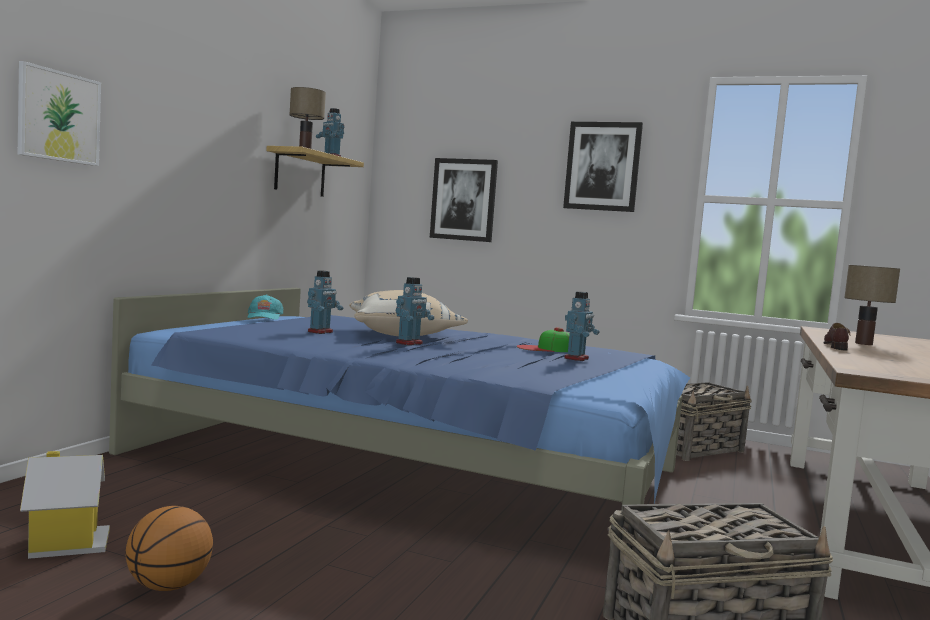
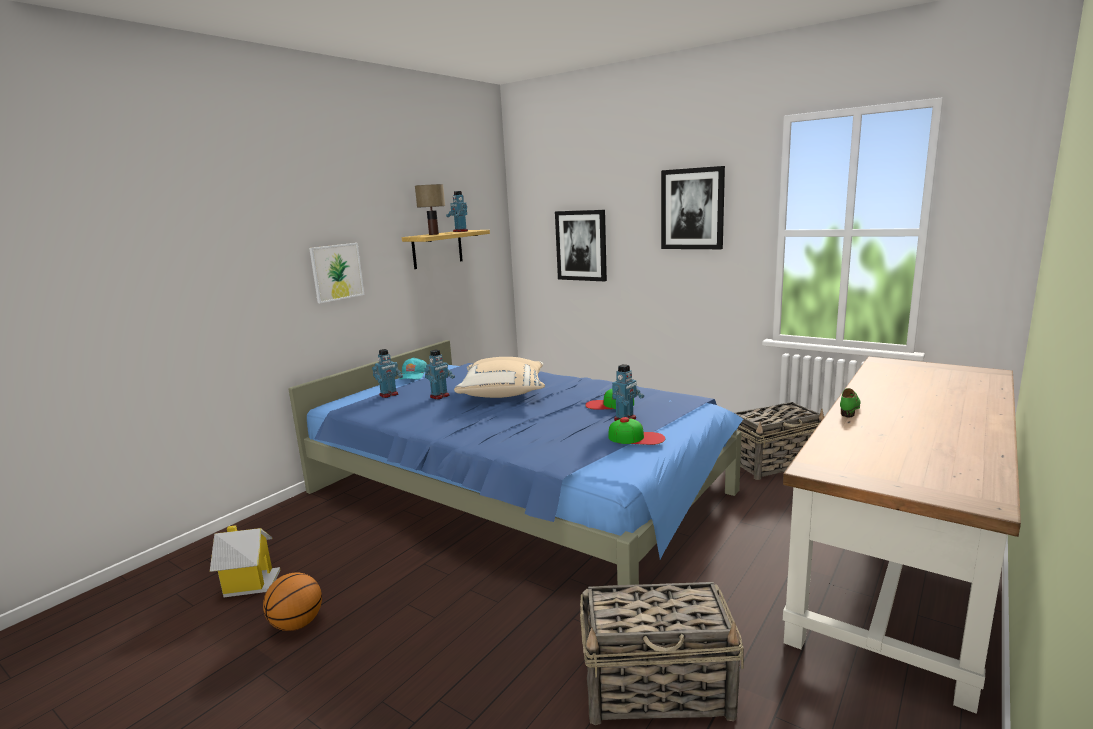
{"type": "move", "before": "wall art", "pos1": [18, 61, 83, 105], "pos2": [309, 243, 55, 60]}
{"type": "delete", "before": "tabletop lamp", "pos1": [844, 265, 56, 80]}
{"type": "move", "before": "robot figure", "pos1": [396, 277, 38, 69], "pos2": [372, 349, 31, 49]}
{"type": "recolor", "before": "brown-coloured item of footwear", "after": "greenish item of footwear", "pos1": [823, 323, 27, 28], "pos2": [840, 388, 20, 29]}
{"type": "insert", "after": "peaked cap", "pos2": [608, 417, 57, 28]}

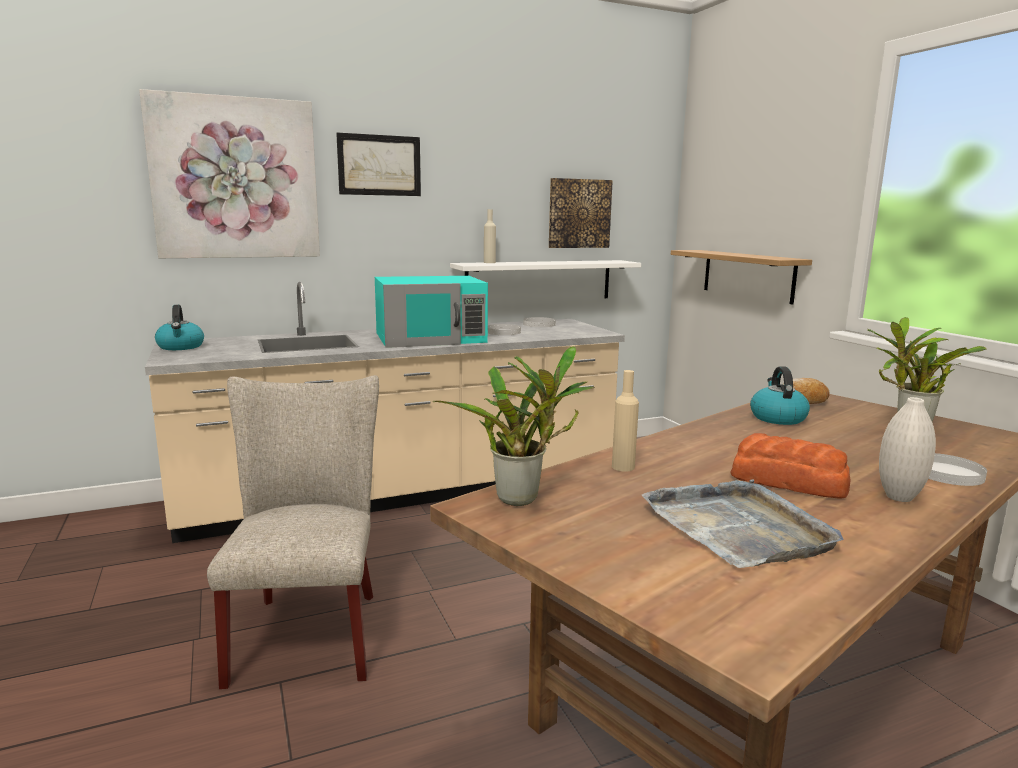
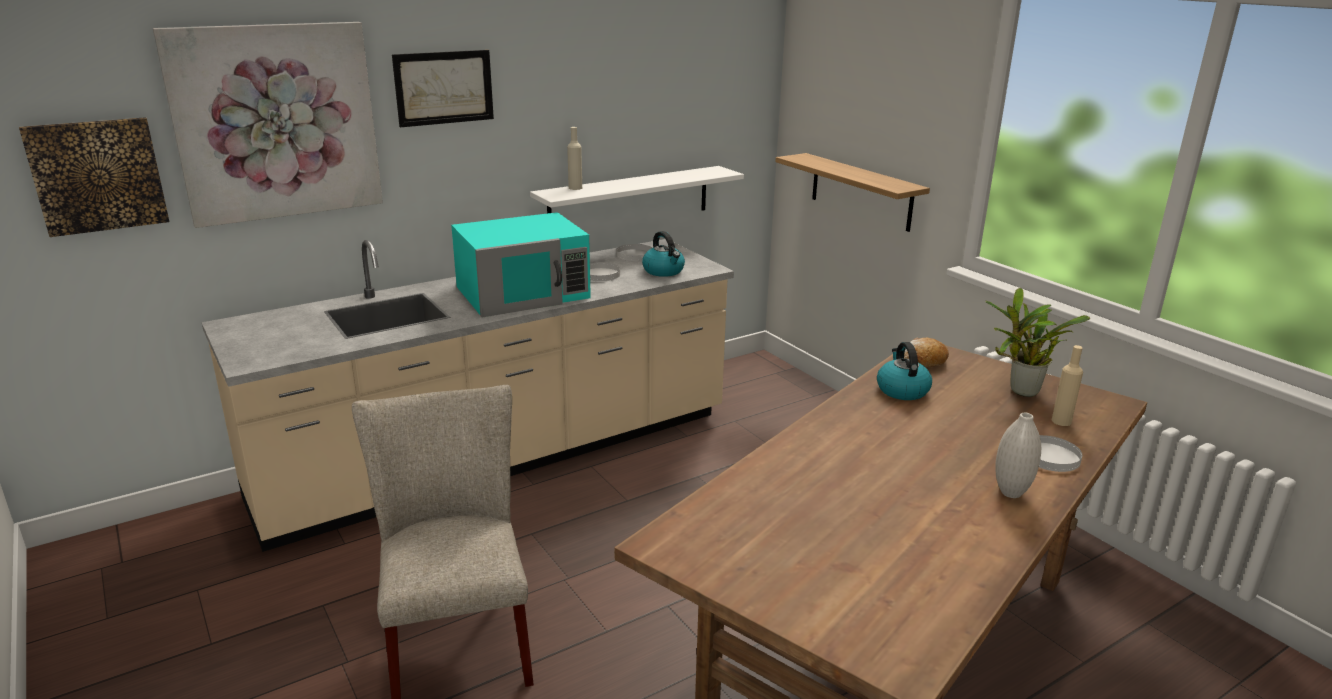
{"type": "move", "before": "wall art", "pos1": [549, 178, 64, 70], "pos2": [19, 117, 151, 120]}
{"type": "move", "before": "tea kettle", "pos1": [155, 305, 49, 45], "pos2": [642, 231, 43, 46]}
{"type": "delete", "before": "houseplant", "pos1": [433, 346, 162, 160]}
{"type": "move", "before": "beige-coloured bottle", "pos1": [612, 370, 27, 102], "pos2": [1052, 345, 31, 81]}
{"type": "delete", "before": "bread", "pos1": [730, 433, 121, 66]}
{"type": "delete", "before": "greyish serving tray", "pos1": [642, 479, 201, 89]}

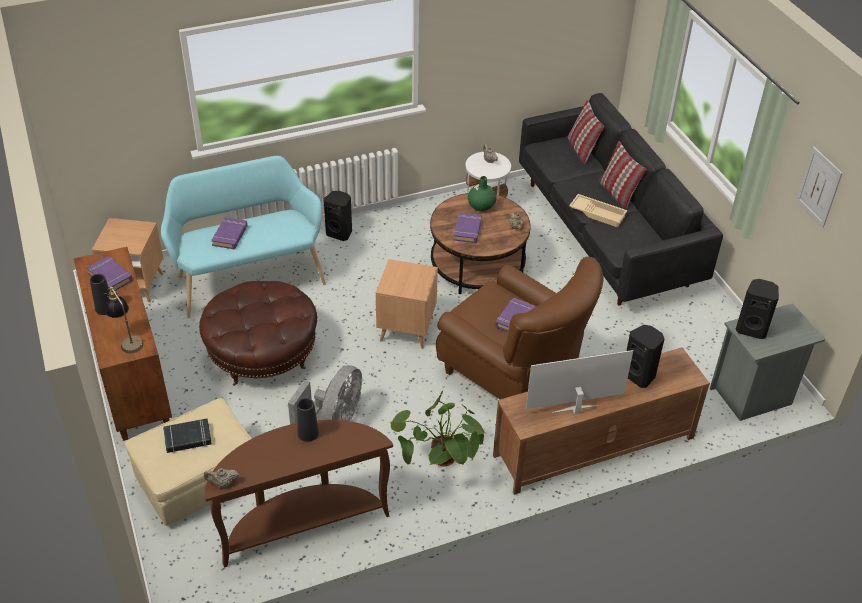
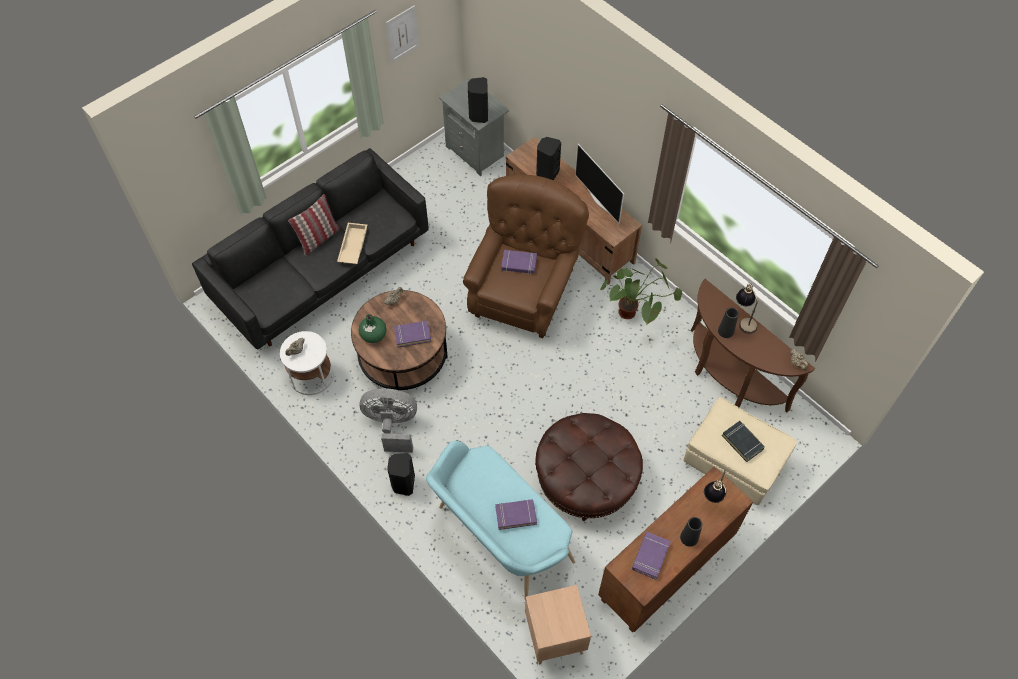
{"type": "delete", "before": "pillow", "pos1": [567, 99, 37, 66]}
{"type": "delete", "before": "brown-coloured end table", "pos1": [376, 259, 62, 90]}
{"type": "move", "before": "greyish cooling fan", "pos1": [288, 365, 74, 59], "pos2": [359, 388, 58, 65]}
{"type": "insert", "after": "tabletop lamp", "pos2": [736, 283, 22, 51]}

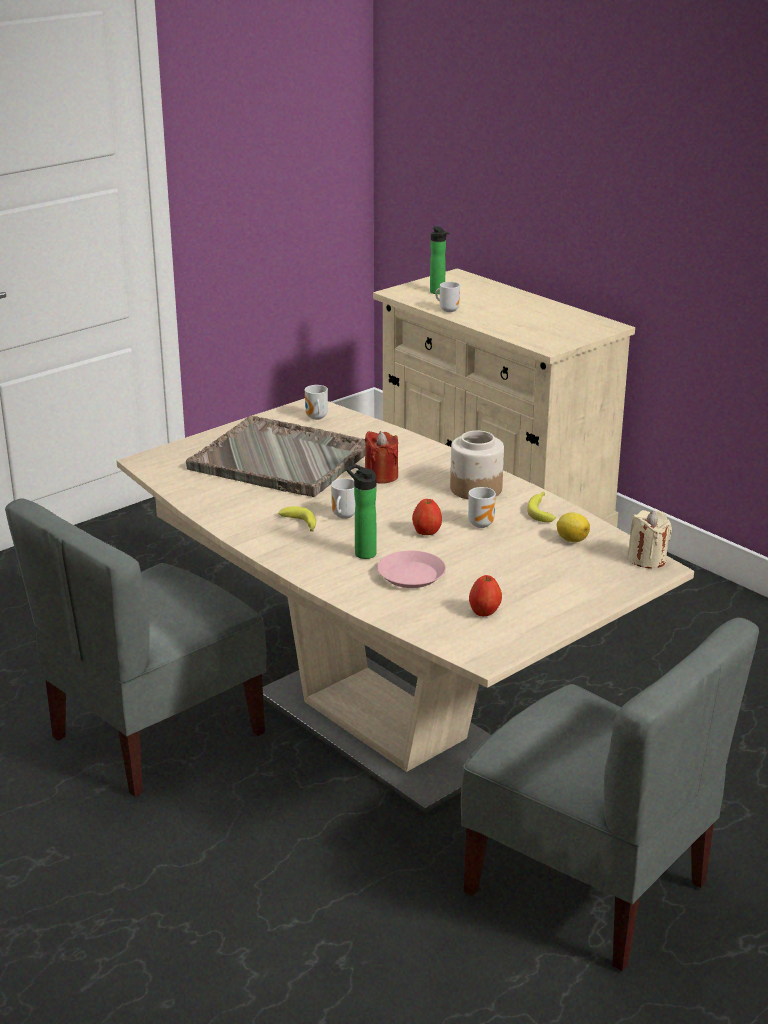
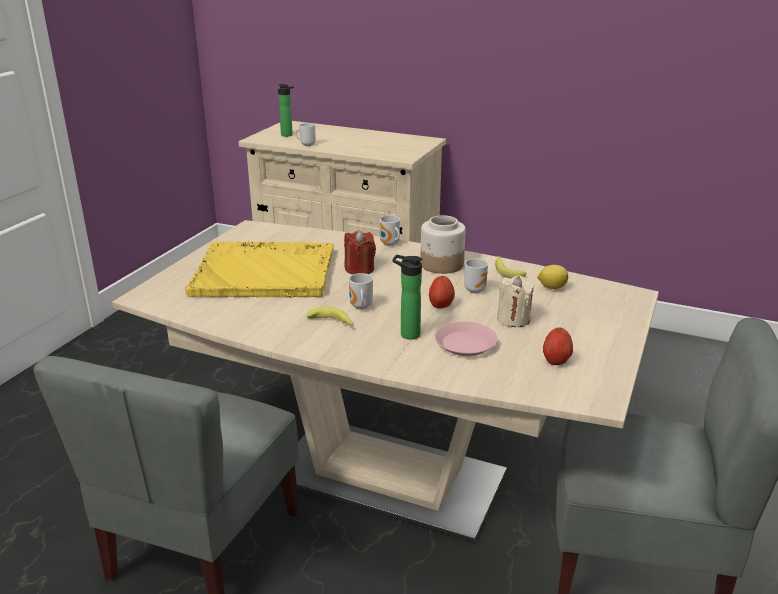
{"type": "move", "before": "mug", "pos1": [305, 385, 23, 35], "pos2": [380, 215, 20, 31]}
{"type": "recolor", "before": "greyish serving tray", "after": "yellow-coloured serving tray", "pos1": [186, 416, 180, 81], "pos2": [185, 241, 149, 57]}
{"type": "move", "before": "beige-coloured candle", "pos1": [627, 510, 45, 58], "pos2": [497, 276, 37, 51]}

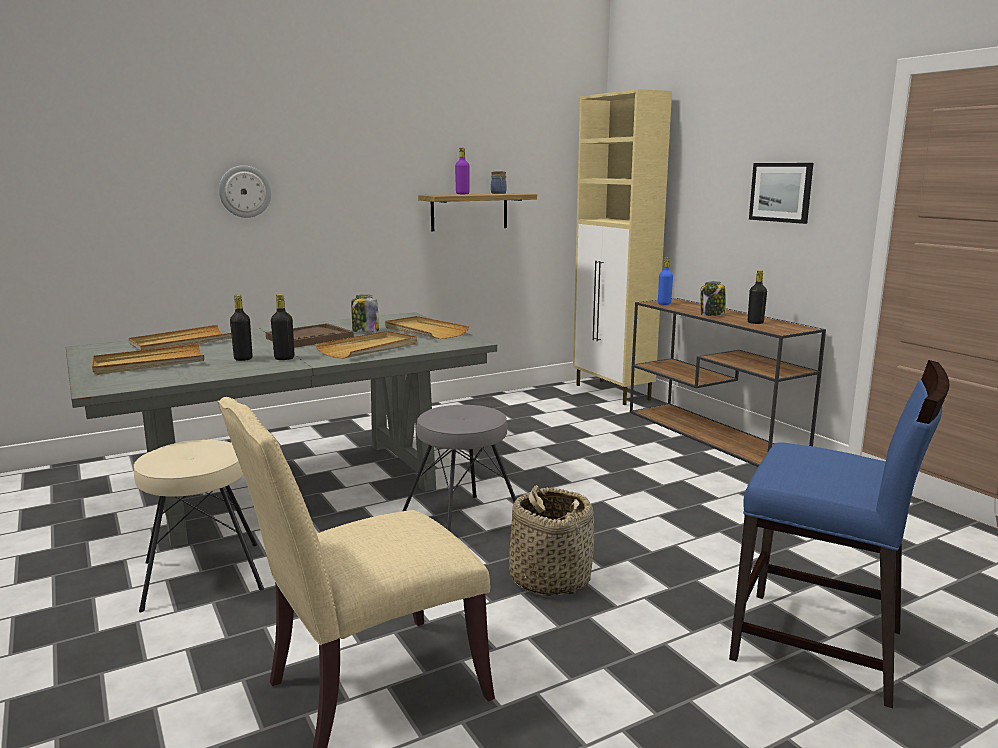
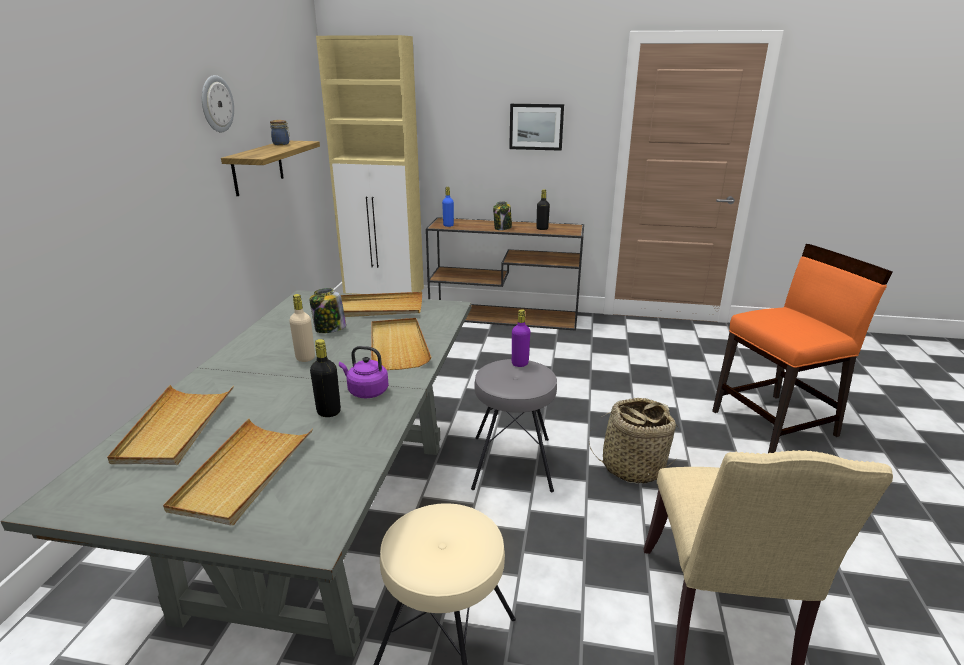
{"type": "move", "before": "purplish bottle", "pos1": [455, 148, 15, 46], "pos2": [512, 309, 18, 58]}
{"type": "move", "before": "hanging clock", "pos1": [219, 165, 52, 53], "pos2": [202, 75, 32, 57]}
{"type": "replace", "before": "blackish bottle", "after": "purplish tea kettle", "pos1": [271, 294, 24, 66], "pos2": [339, 346, 50, 52]}
{"type": "replace", "before": "brown-coloured serving tray", "after": "beige-coloured bottle", "pos1": [266, 323, 88, 25], "pos2": [289, 294, 26, 68]}
{"type": "recolor", "before": "blue upright chair", "after": "orange upright chair", "pos1": [729, 360, 220, 348], "pos2": [712, 244, 180, 209]}

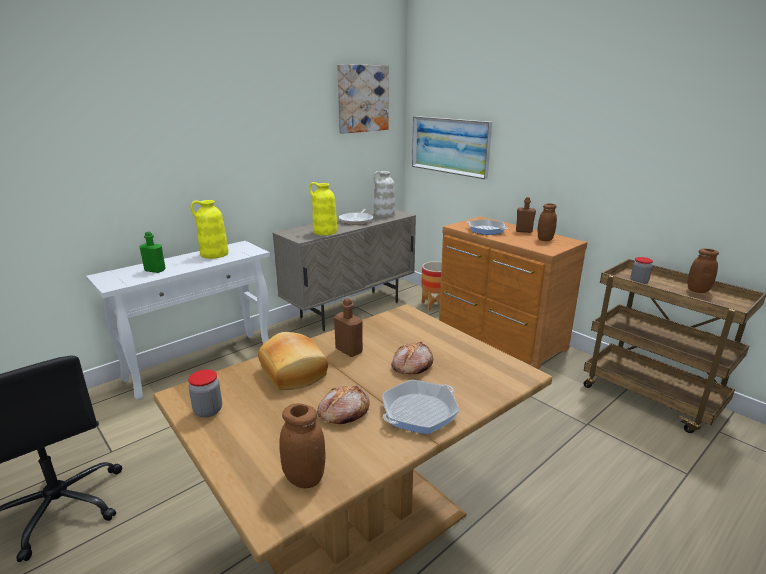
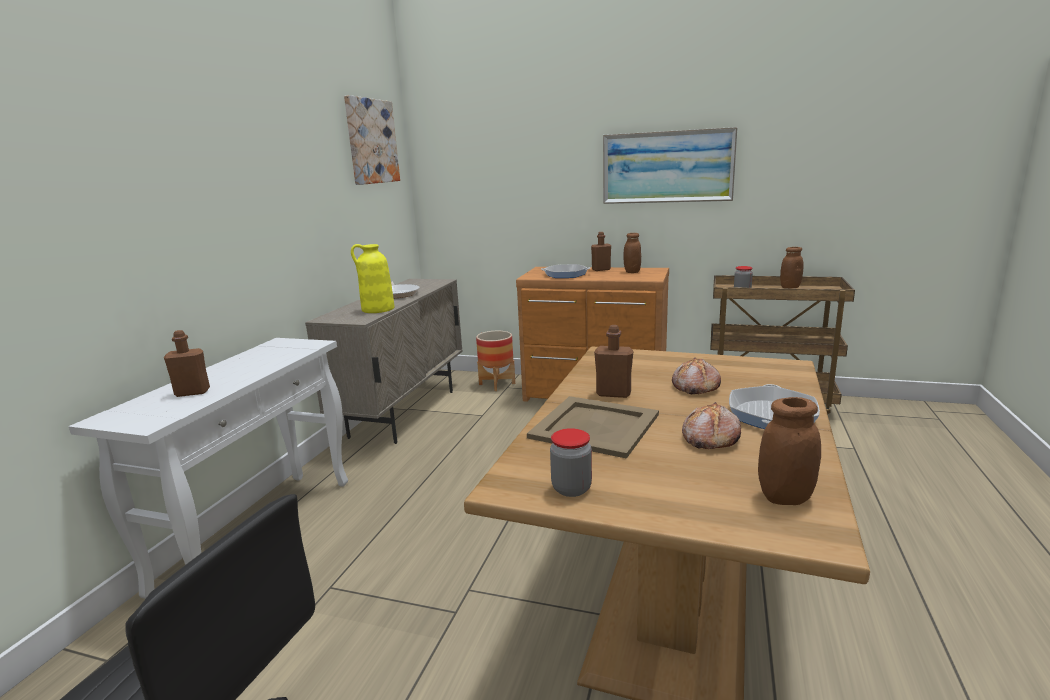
{"type": "move", "before": "wall art", "pos1": [412, 116, 80, 63], "pos2": [603, 127, 134, 77]}
{"type": "delete", "before": "whitish vase", "pos1": [373, 171, 22, 47]}
{"type": "delete", "before": "yellow-coloured vase", "pos1": [190, 200, 39, 59]}
{"type": "recolor", "before": "greenish bottle", "after": "brown-coloured bottle", "pos1": [140, 232, 26, 41], "pos2": [164, 330, 46, 67]}
{"type": "replace", "before": "bread", "after": "beige-coloured serving tray", "pos1": [258, 332, 70, 58], "pos2": [527, 396, 132, 63]}

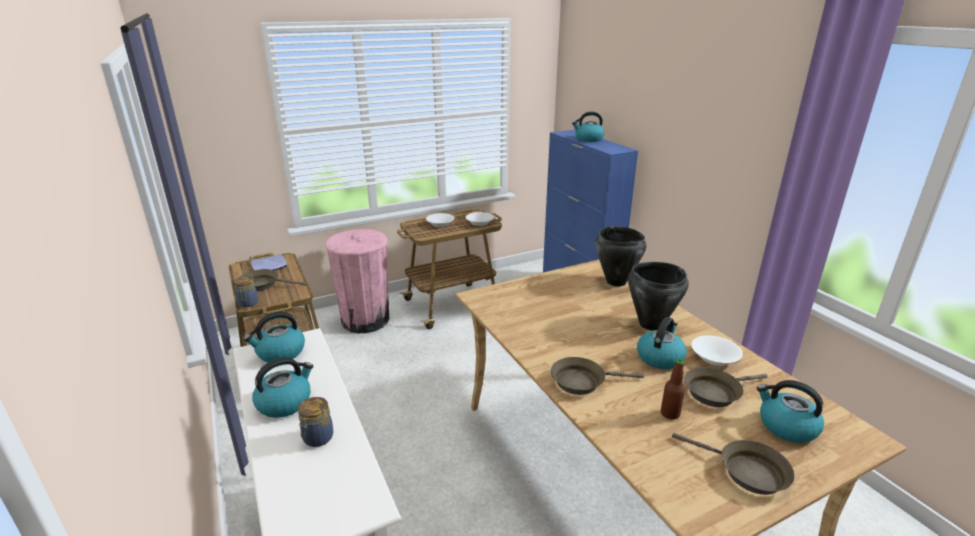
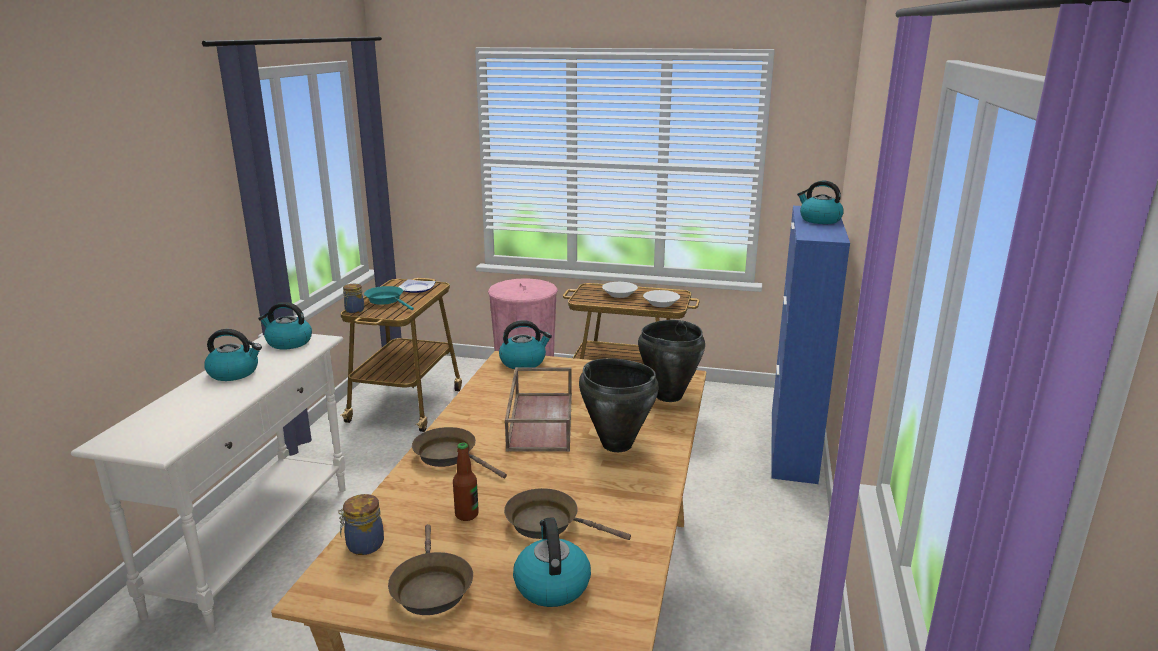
{"type": "recolor", "before": "brown-coloured pan", "after": "turquoise pan", "pos1": [239, 269, 68, 22], "pos2": [364, 286, 50, 24]}
{"type": "move", "before": "tea kettle", "pos1": [637, 317, 50, 52], "pos2": [499, 320, 53, 49]}
{"type": "delete", "before": "whitish serving bowl", "pos1": [691, 335, 52, 31]}
{"type": "move", "before": "preserve jar", "pos1": [298, 397, 35, 50], "pos2": [338, 494, 46, 61]}
{"type": "insert", "after": "brown-coloured serving tray", "pos2": [505, 367, 67, 85]}

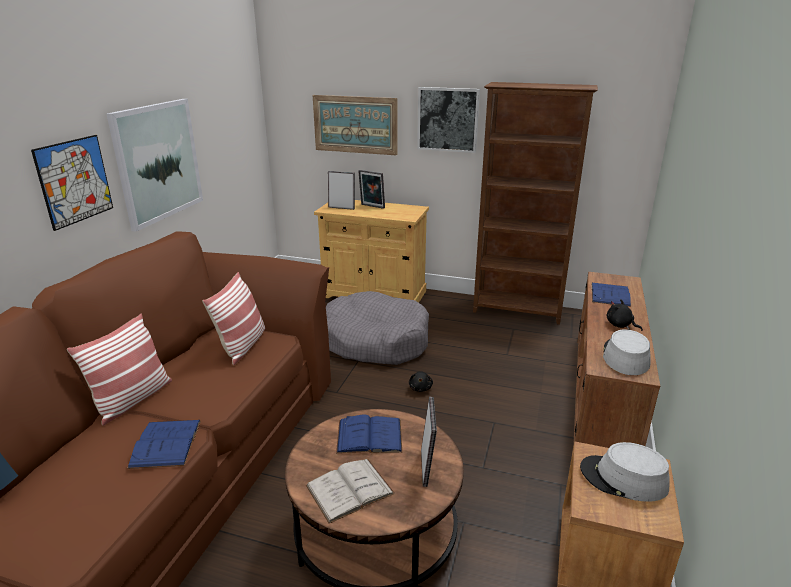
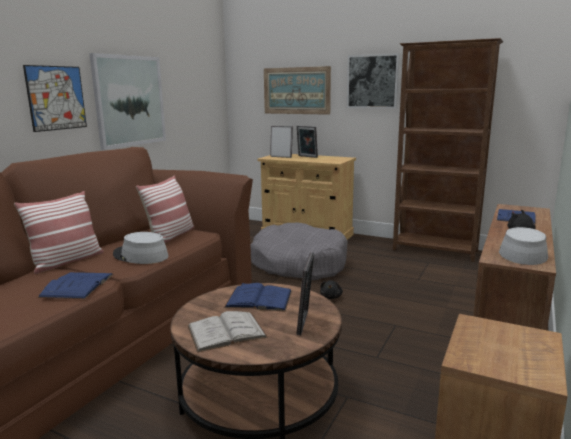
{"type": "move", "before": "greyish wearable hat", "pos1": [580, 442, 90, 60], "pos2": [113, 232, 56, 32]}

